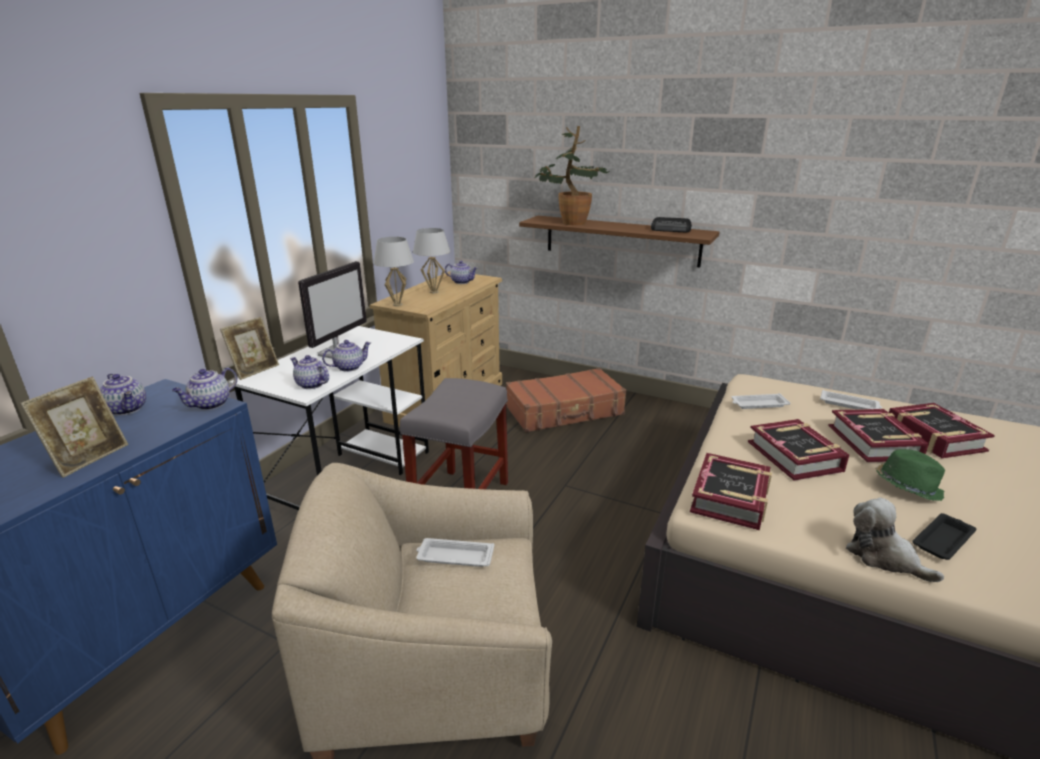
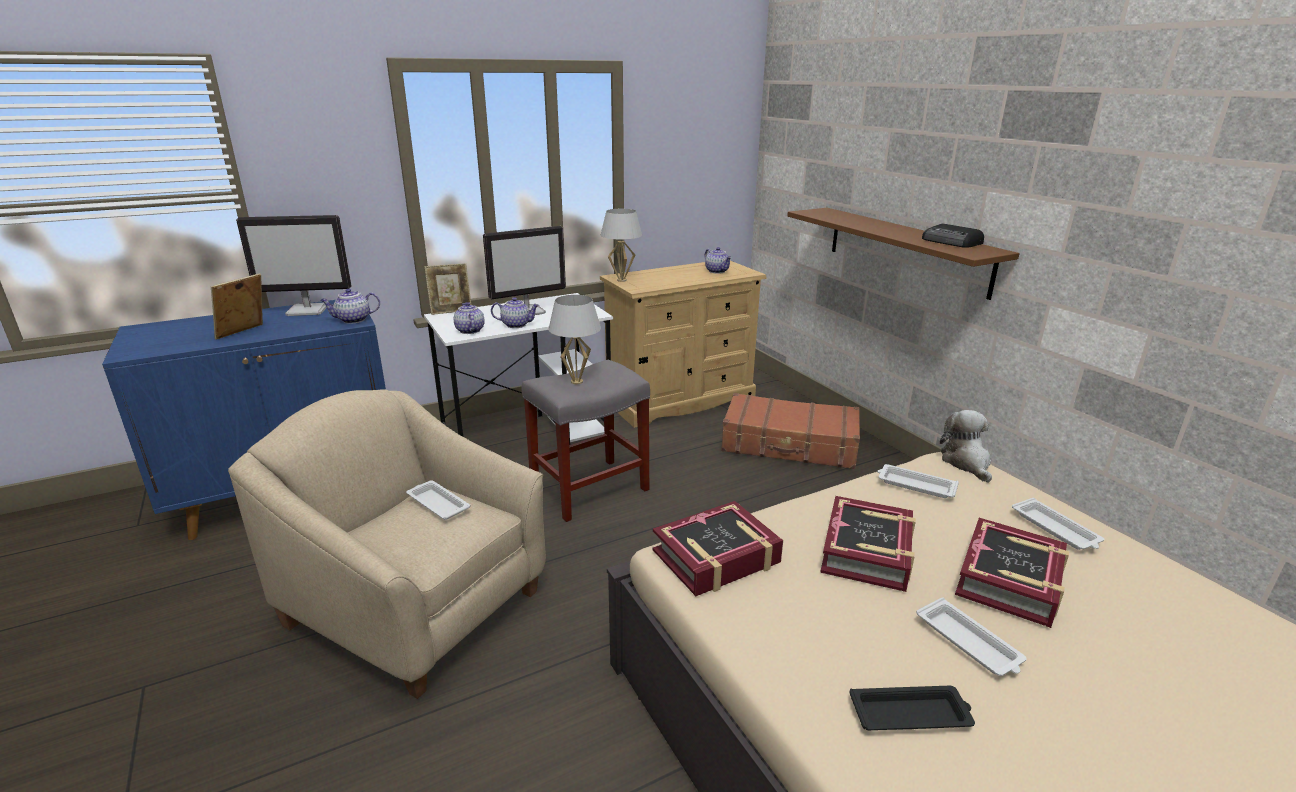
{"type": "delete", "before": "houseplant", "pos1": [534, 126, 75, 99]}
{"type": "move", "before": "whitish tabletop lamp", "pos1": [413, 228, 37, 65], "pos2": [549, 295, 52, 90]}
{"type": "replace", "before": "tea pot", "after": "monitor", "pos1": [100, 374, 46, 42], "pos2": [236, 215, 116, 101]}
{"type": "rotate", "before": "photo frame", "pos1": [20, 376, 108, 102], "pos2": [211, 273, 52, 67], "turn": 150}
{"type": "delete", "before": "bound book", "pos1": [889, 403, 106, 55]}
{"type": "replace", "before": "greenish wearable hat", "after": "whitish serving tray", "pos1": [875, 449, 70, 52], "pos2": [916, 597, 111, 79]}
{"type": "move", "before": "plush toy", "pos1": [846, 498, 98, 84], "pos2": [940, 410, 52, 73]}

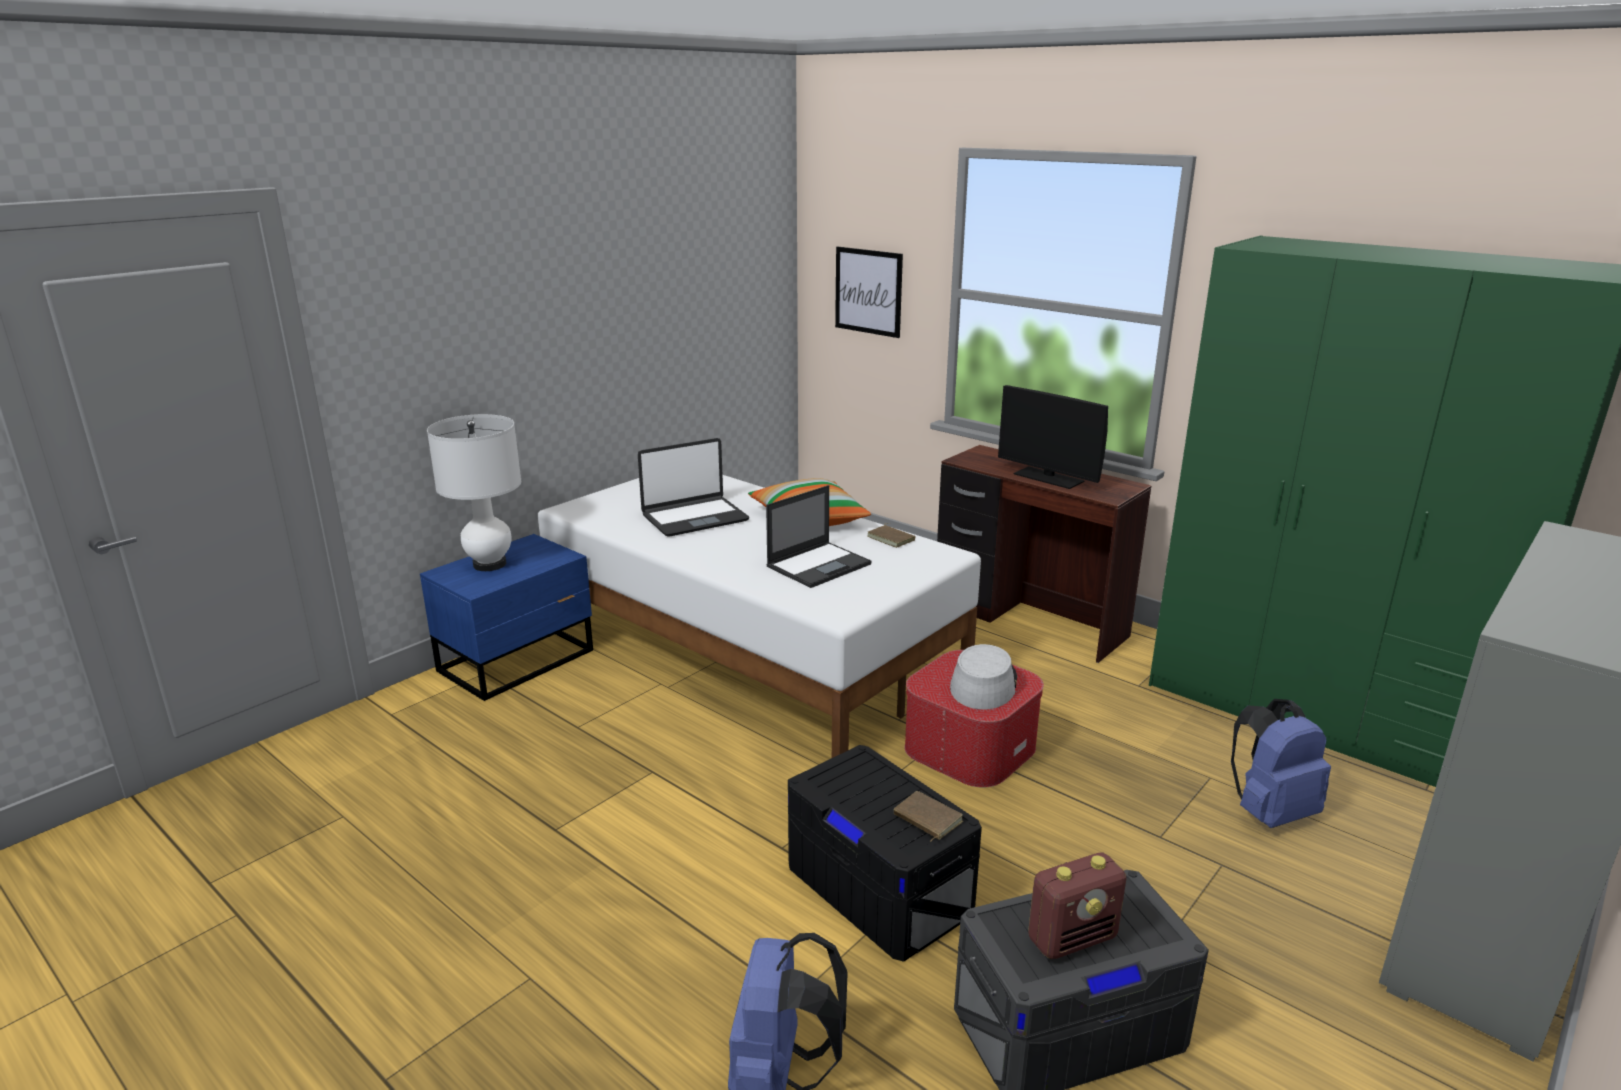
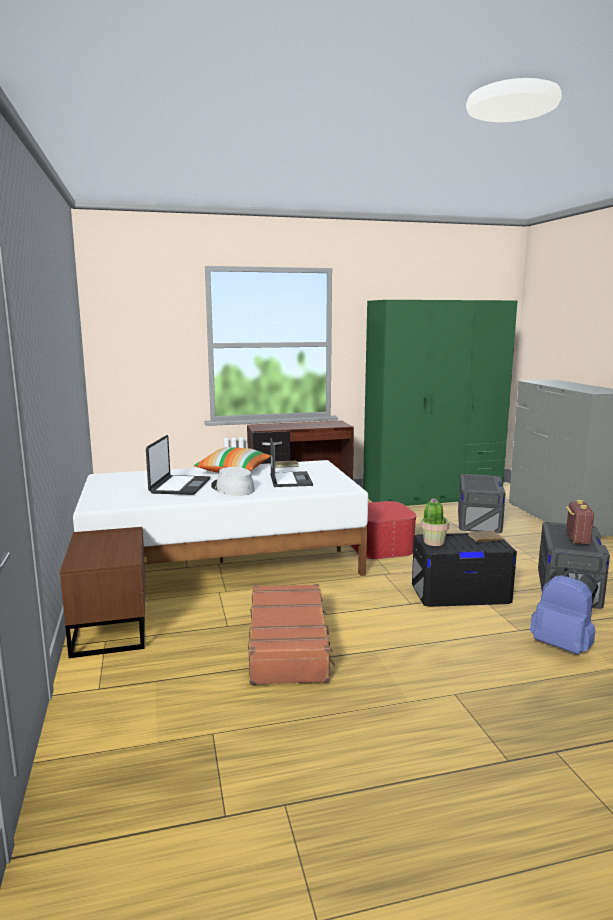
{"type": "delete", "before": "wall art", "pos1": [835, 247, 68, 91]}
{"type": "delete", "before": "monitor", "pos1": [998, 385, 110, 104]}
{"type": "delete", "before": "whitish tabletop lamp", "pos1": [427, 414, 94, 157]}
{"type": "recolor", "before": "blue bedside table", "after": "brown-coloured bedside table", "pos1": [420, 534, 173, 167], "pos2": [60, 527, 86, 131]}
{"type": "move", "before": "greyish wearable hat", "pos1": [950, 644, 67, 66], "pos2": [211, 467, 44, 29]}
{"type": "replace", "before": "blue backpack", "after": "greyish storage bin", "pos1": [1231, 699, 100, 129], "pos2": [458, 474, 47, 59]}
{"type": "insert", "after": "houseplant", "pos2": [421, 499, 29, 47]}
{"type": "insert", "after": "brown-coloured travel case", "pos2": [248, 584, 87, 101]}

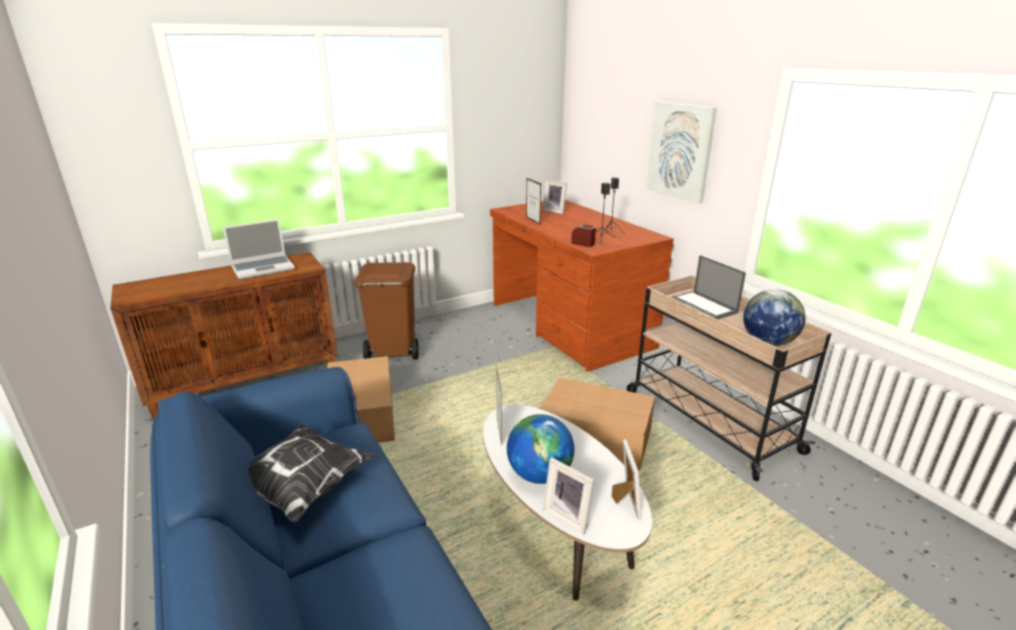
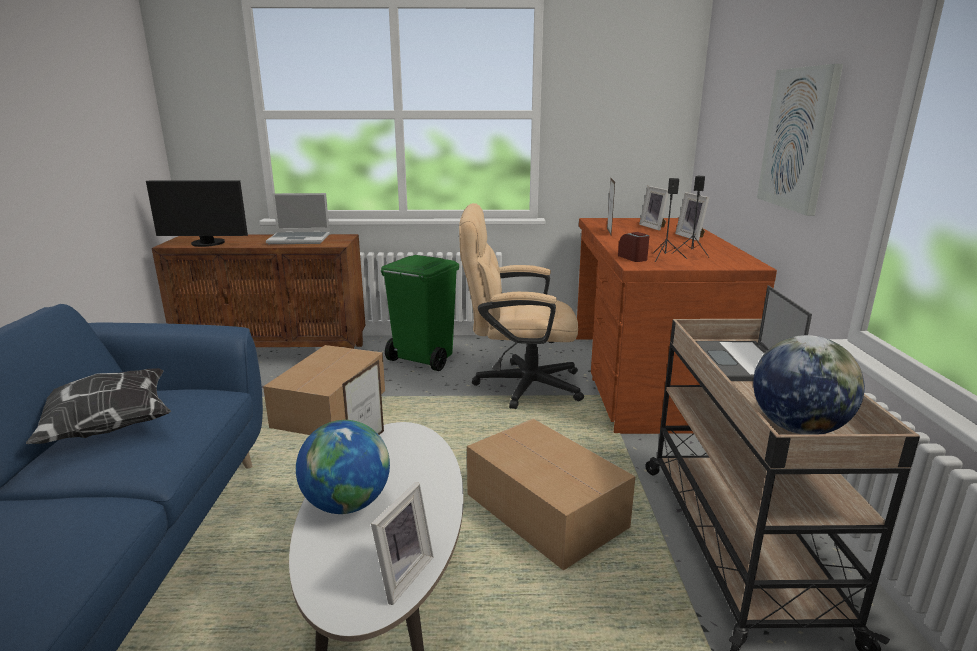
{"type": "recolor", "before": "brown-coloured rubbish bin", "after": "greenish rubbish bin", "pos1": [356, 262, 63, 98], "pos2": [380, 255, 79, 116]}
{"type": "move", "before": "photo frame", "pos1": [543, 457, 51, 78], "pos2": [675, 192, 35, 49]}
{"type": "insert", "after": "monitor", "pos2": [146, 181, 102, 66]}
{"type": "insert", "after": "beige-coloured office chair", "pos2": [459, 203, 125, 206]}

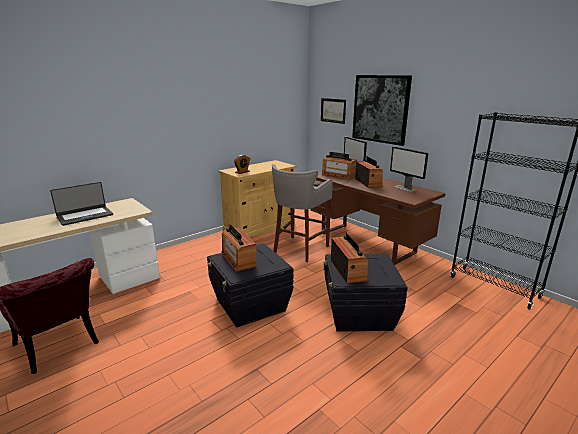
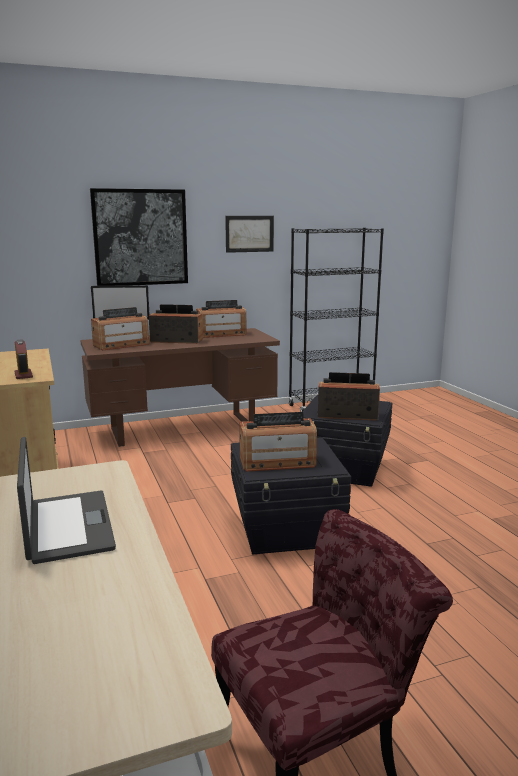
{"type": "move", "before": "wall art", "pos1": [321, 98, 25, 26], "pos2": [225, 216, 49, 37]}
{"type": "replace", "before": "monitor", "after": "radio", "pos1": [390, 147, 38, 45], "pos2": [196, 300, 51, 38]}
{"type": "delete", "before": "greyish stool seat", "pos1": [272, 164, 61, 98]}

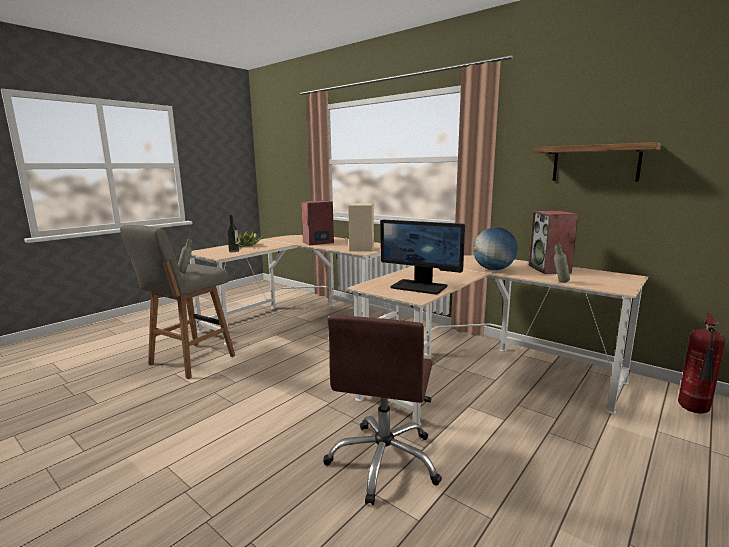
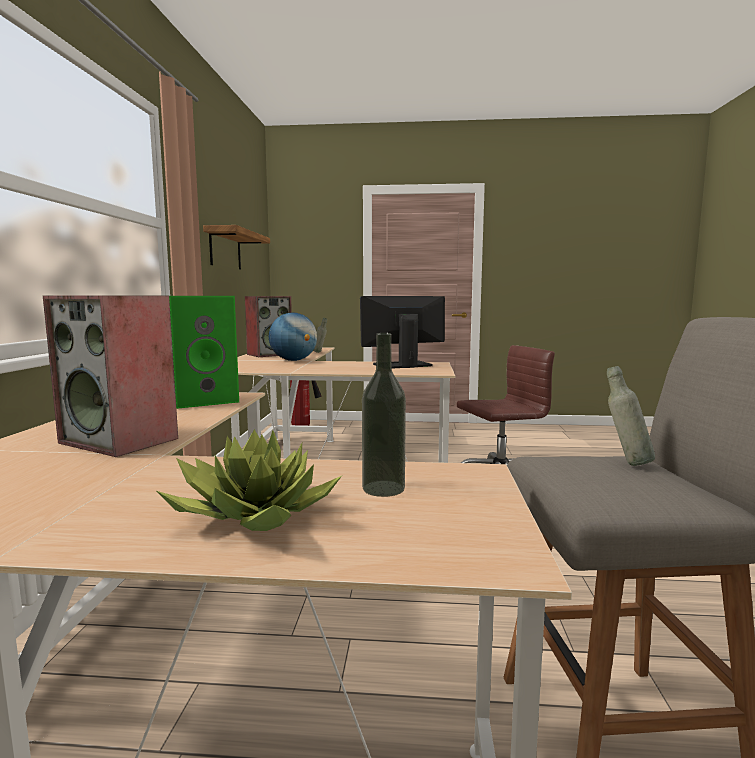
{"type": "recolor", "before": "beige-coloured loudspeaker", "after": "greenish loudspeaker", "pos1": [348, 203, 26, 49], "pos2": [169, 296, 70, 113]}
{"type": "rotate", "before": "monitor", "pos1": [380, 220, 85, 75], "pos2": [360, 296, 85, 73], "turn": -105}

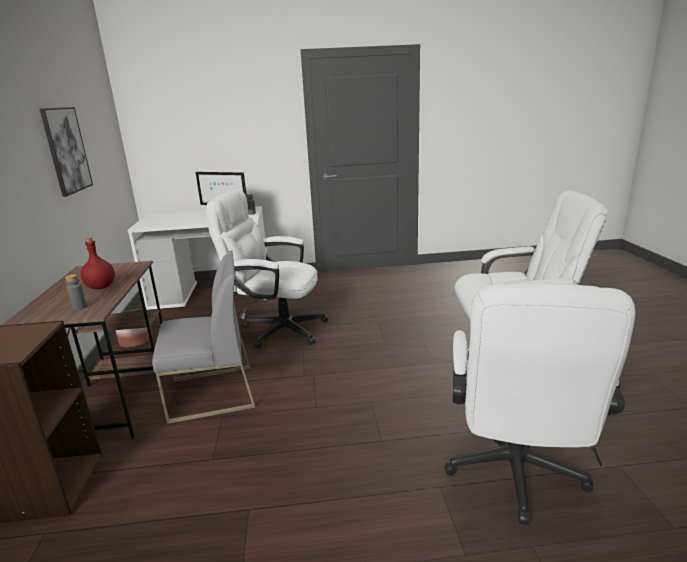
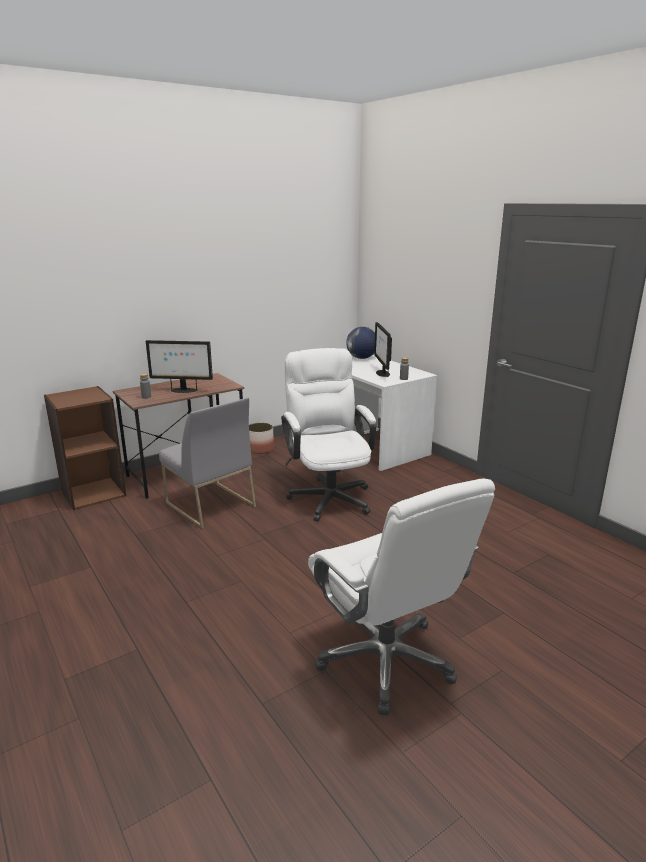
{"type": "delete", "before": "wall art", "pos1": [40, 107, 53, 90]}
{"type": "replace", "before": "red bottle", "after": "monitor", "pos1": [81, 237, 34, 52], "pos2": [146, 340, 67, 53]}
{"type": "delete", "before": "whitish office chair", "pos1": [444, 283, 192, 242]}
{"type": "insert", "after": "desk globe", "pos2": [346, 327, 29, 32]}

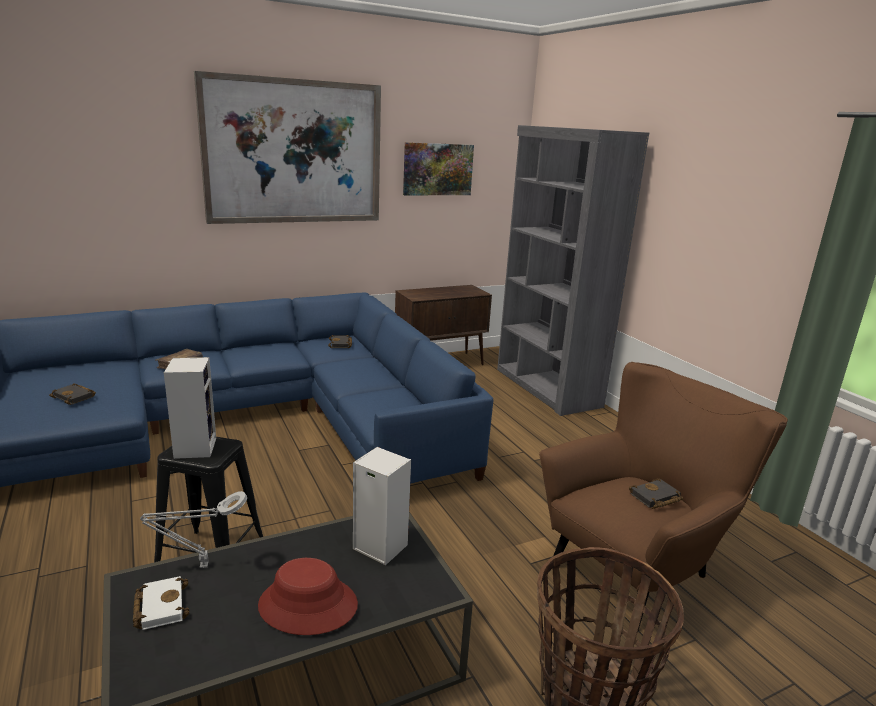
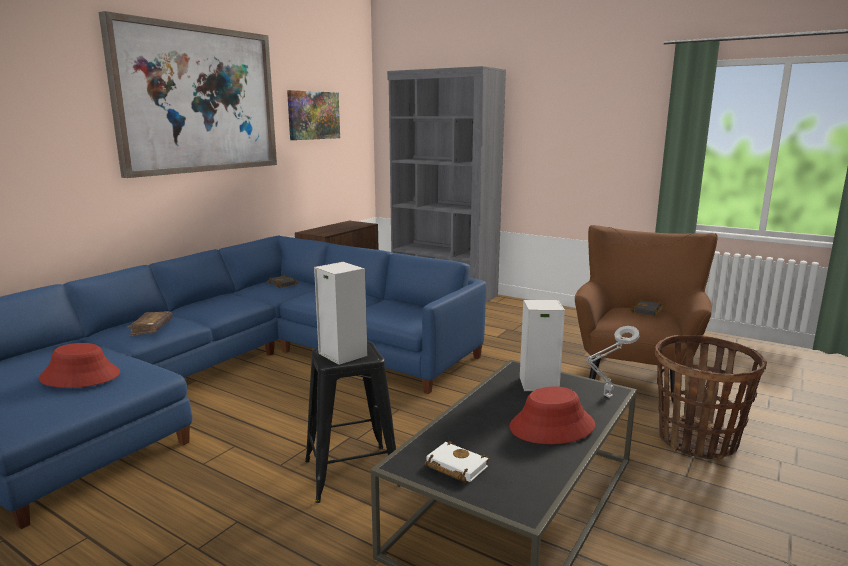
{"type": "replace", "before": "blackish bound book", "after": "red wearable hat", "pos1": [49, 383, 47, 22], "pos2": [39, 343, 81, 45]}
{"type": "move", "before": "greyish tabletop lamp", "pos1": [140, 491, 107, 77], "pos2": [586, 326, 54, 72]}

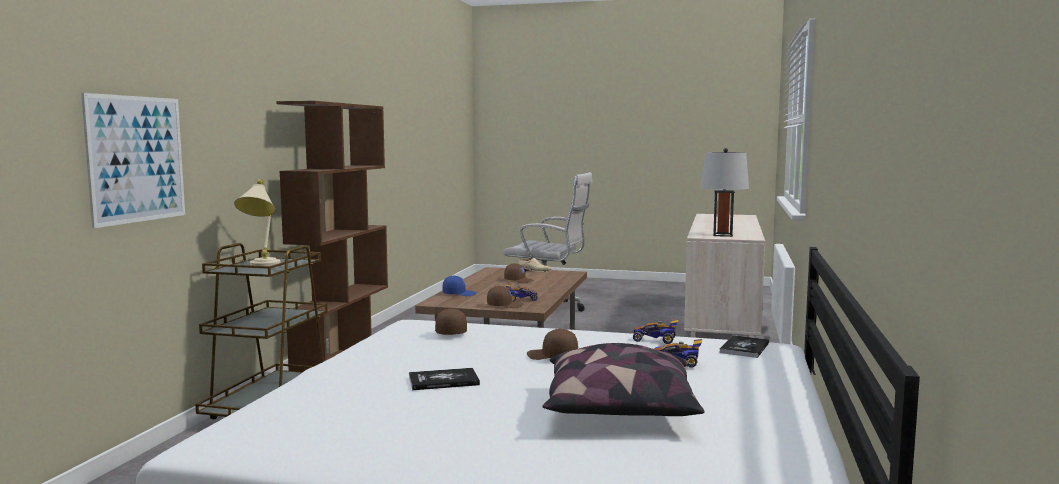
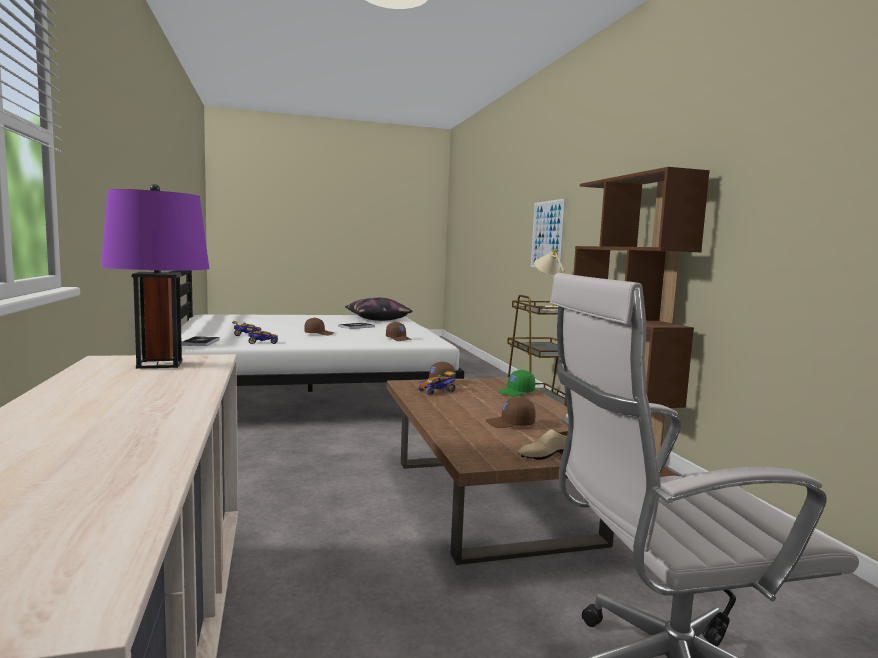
{"type": "recolor", "before": "greyish tabletop lamp", "after": "purplish tabletop lamp", "pos1": [700, 148, 49, 89], "pos2": [101, 184, 108, 185]}
{"type": "recolor", "before": "blue peaked cap", "after": "greenish peaked cap", "pos1": [442, 275, 35, 21], "pos2": [498, 370, 37, 26]}
{"type": "move", "before": "pillow", "pos1": [542, 343, 163, 73], "pos2": [345, 297, 68, 24]}

